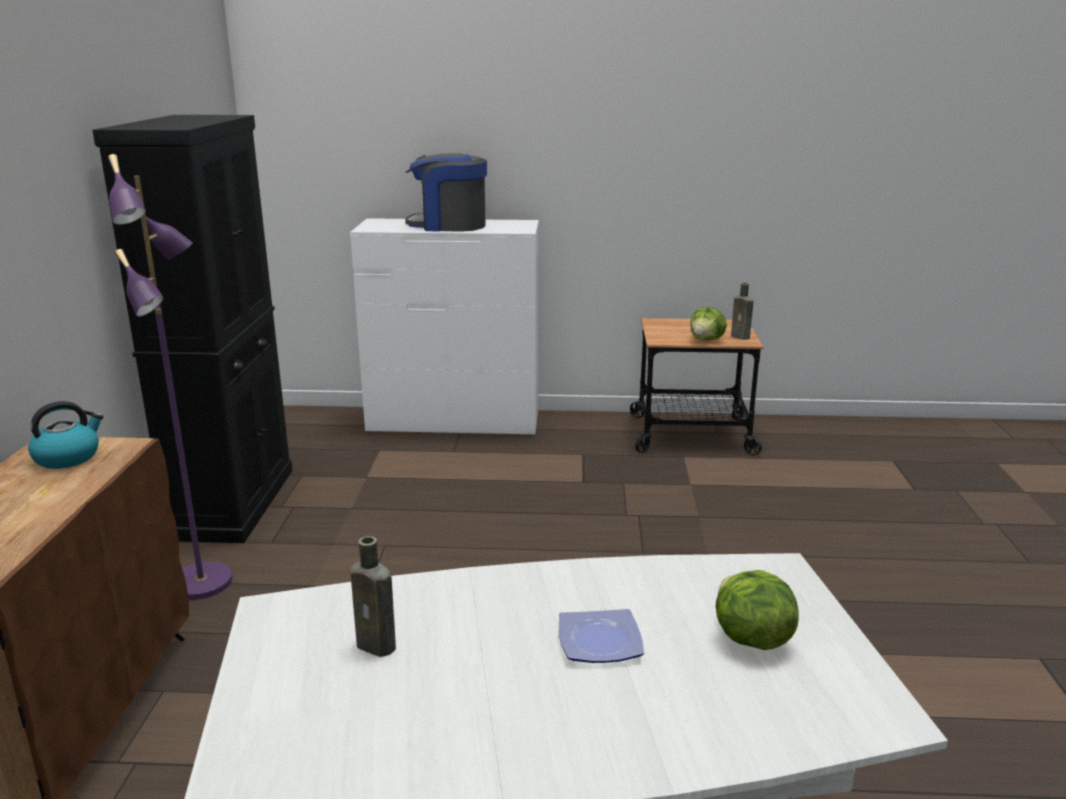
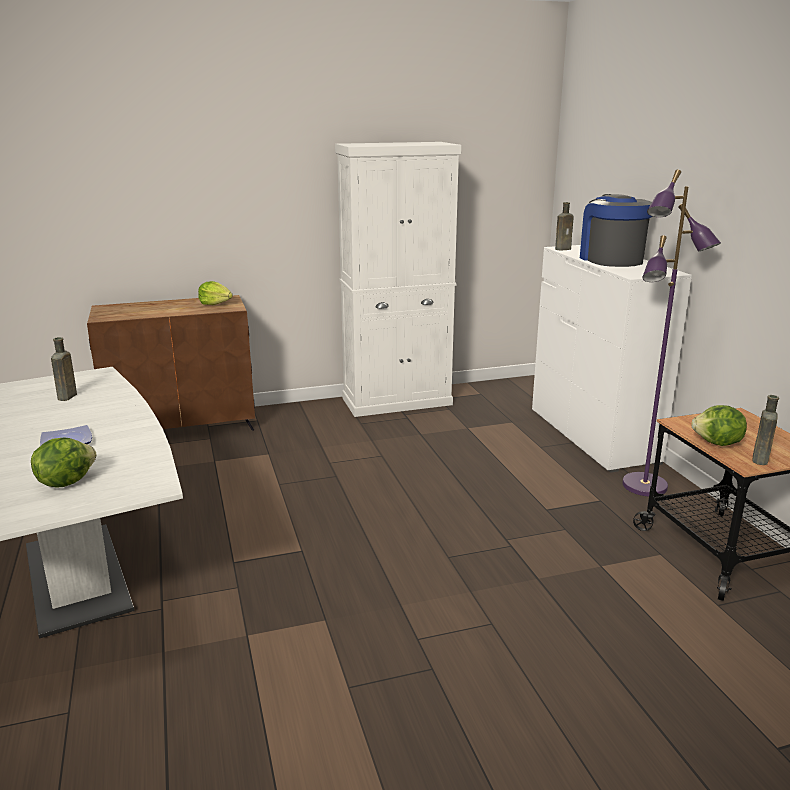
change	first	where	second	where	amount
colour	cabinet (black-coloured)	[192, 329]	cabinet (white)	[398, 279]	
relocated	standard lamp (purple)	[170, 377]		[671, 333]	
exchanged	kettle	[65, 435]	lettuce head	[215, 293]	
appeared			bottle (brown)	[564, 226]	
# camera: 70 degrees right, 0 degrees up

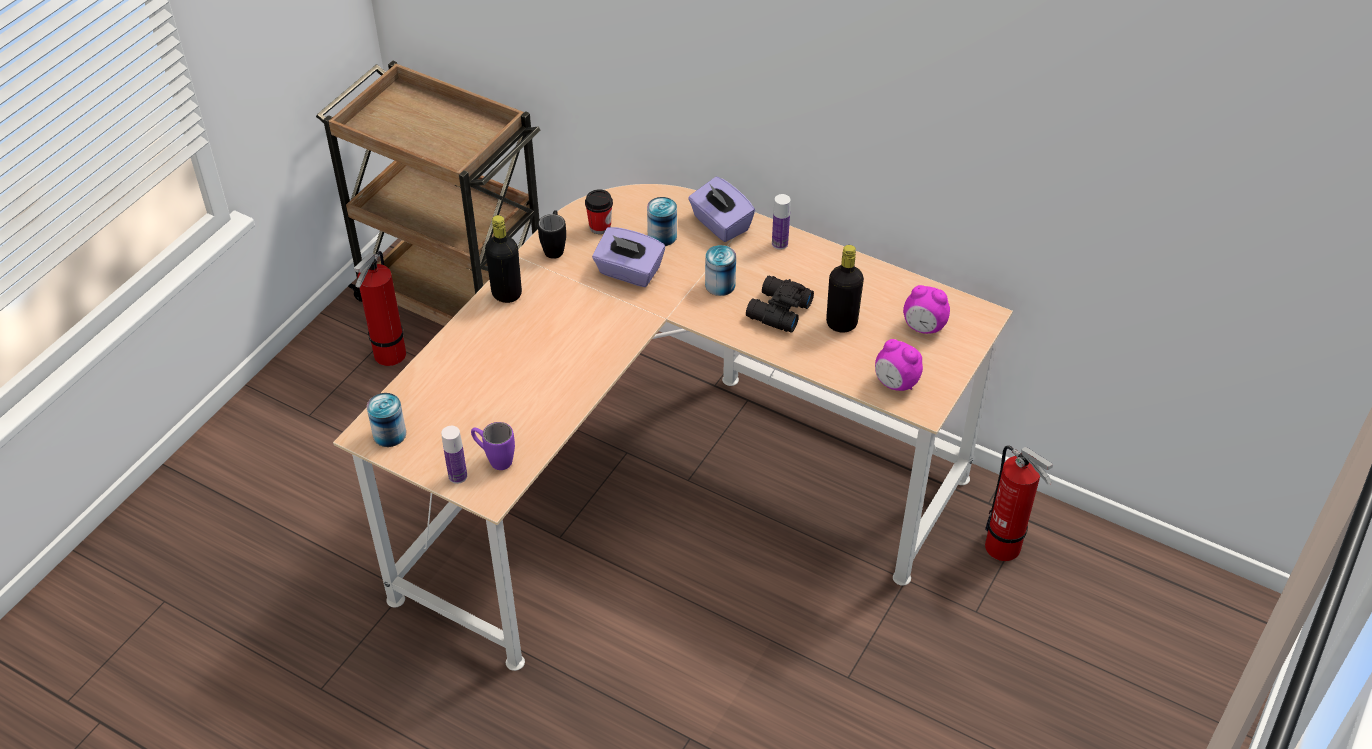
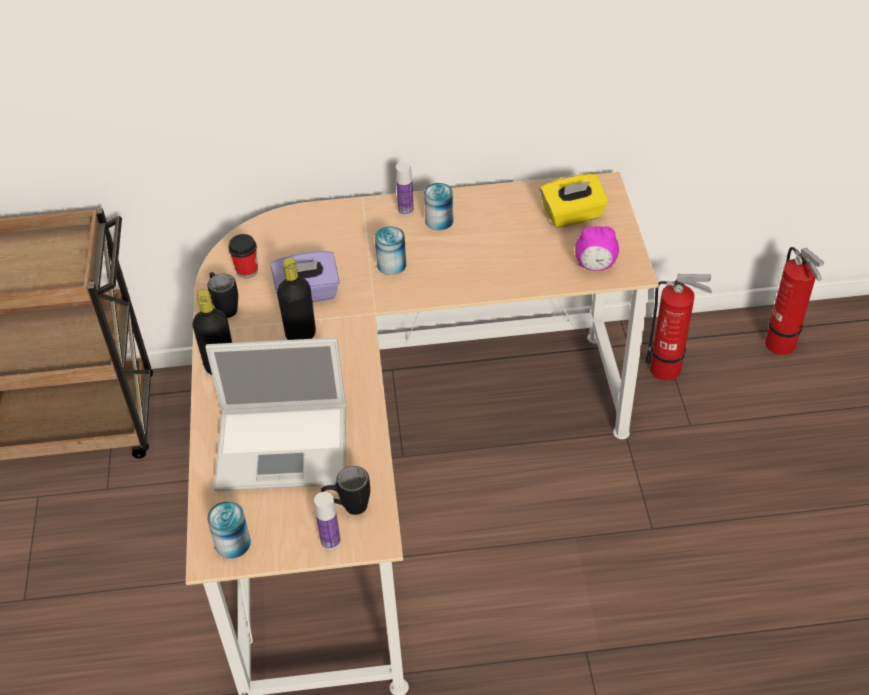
change	first	where	second	where	amount
missing	box of tissues (purple)	[721, 209]			
relocated	can	[662, 221]		[438, 206]	
relocated	bottle (black-coloured)	[845, 288]		[296, 298]	
relocated	fire-fighting cylinder	[380, 308]		[794, 301]	
missing	field glasses (black-coloured)	[780, 304]			
exchanged	bedside clock	[926, 309]	box of tissues (yellow-coloured)	[574, 201]	
colour	mug (purple)	[493, 446]	mug (black-coloured)	[345, 490]	
appeared			portable computer	[275, 414]	
# camera: 35 degrees left, 0 degrees up

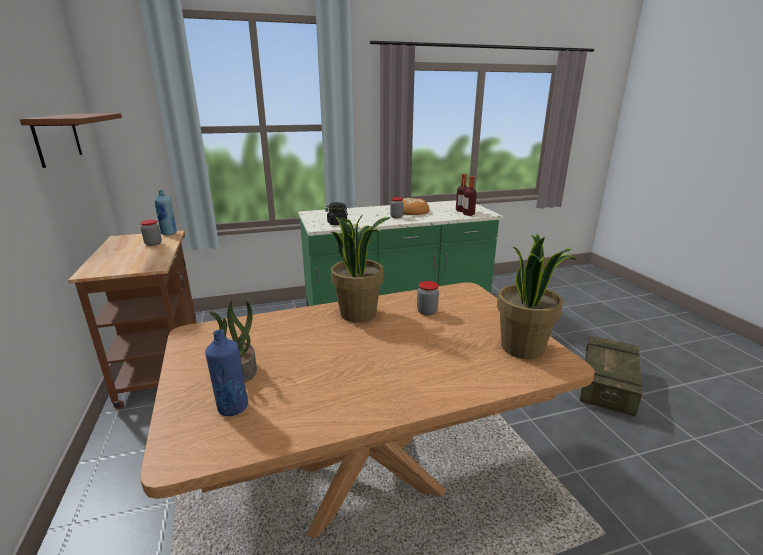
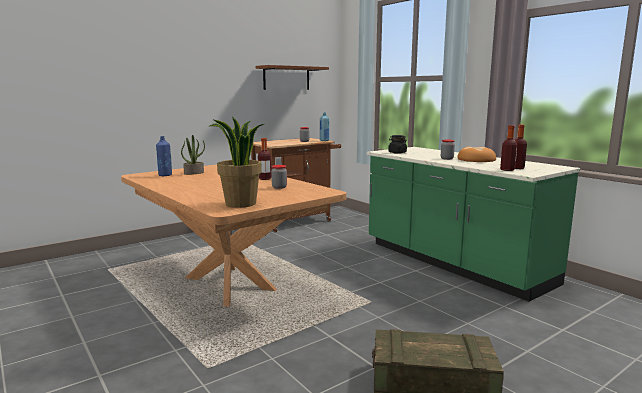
change	first	where	second	where	amount
exchanged	houseplant	[361, 268]	bottle	[265, 159]	
# camera: 70 degrees right, 10 degrees down

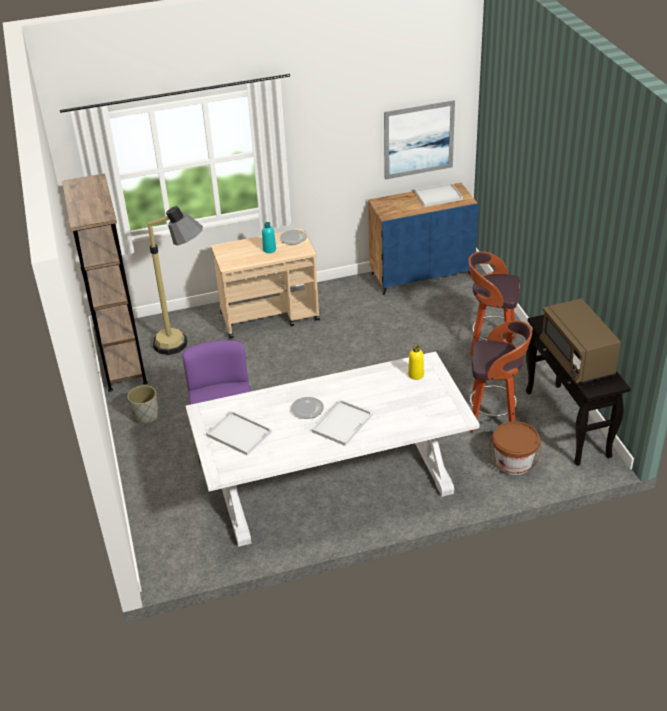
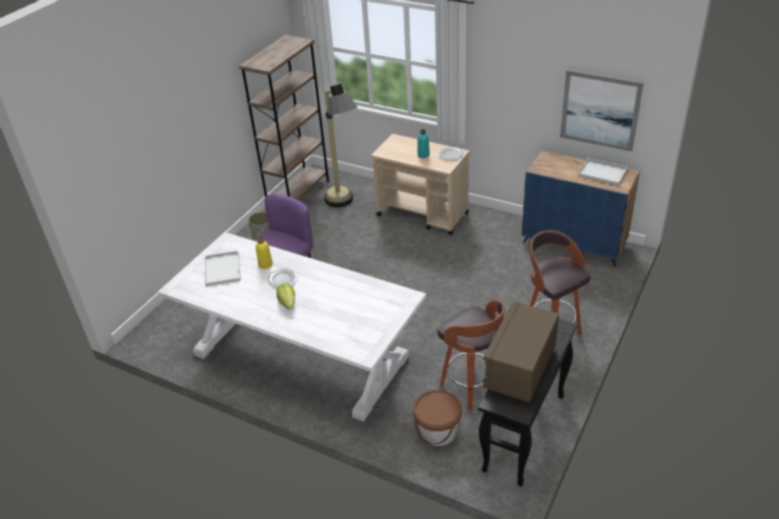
change	first	where	second	where	amount
relocated	bottle (yellow-coloured)	[416, 362]		[264, 253]	
exchanged	serving tray (white)	[342, 422]	lettuce head	[285, 296]	
# camera: 45 degrees right, 0 degrees up

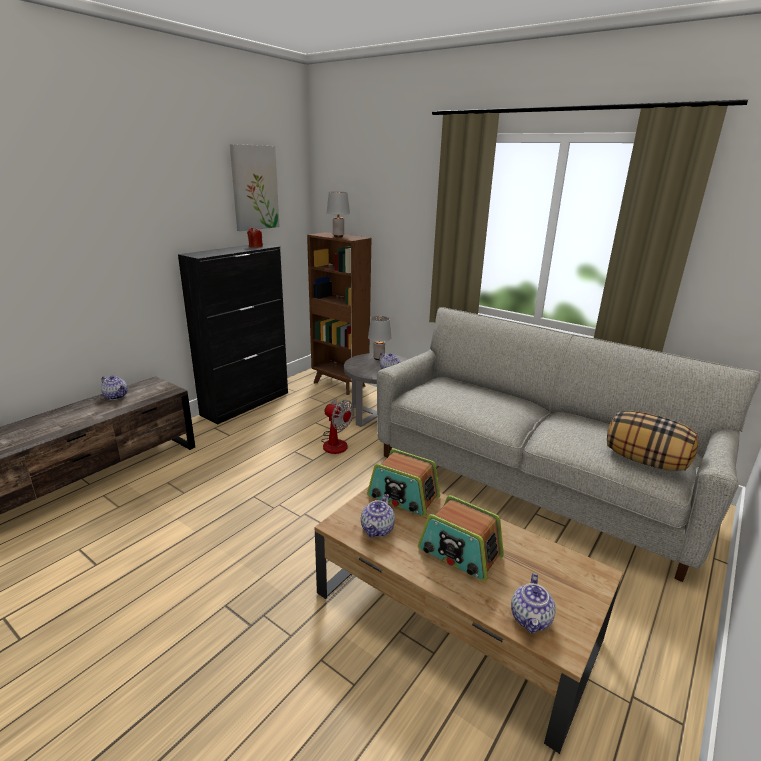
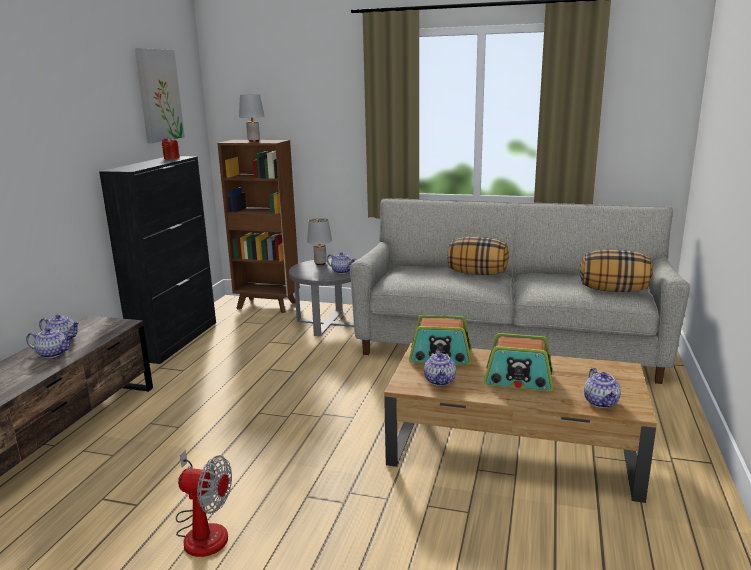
change	first	where	second	where	amount
relocated	fan	[337, 426]		[204, 503]	
appeared			throw pillow	[478, 256]	
appeared			pot for tea	[49, 342]	
# camera: 20 degrees left, 5 degrees down

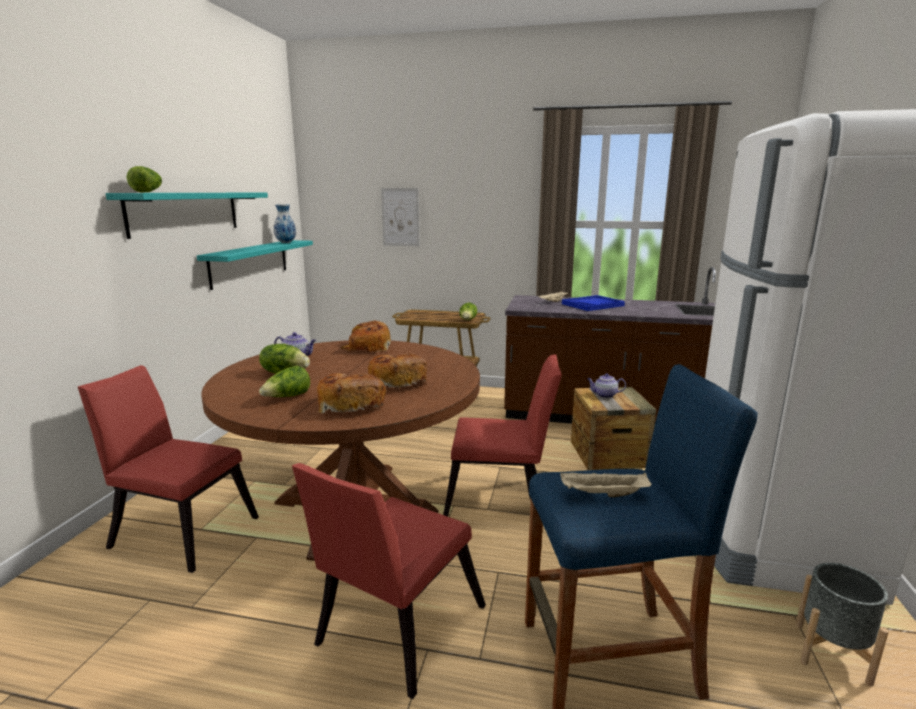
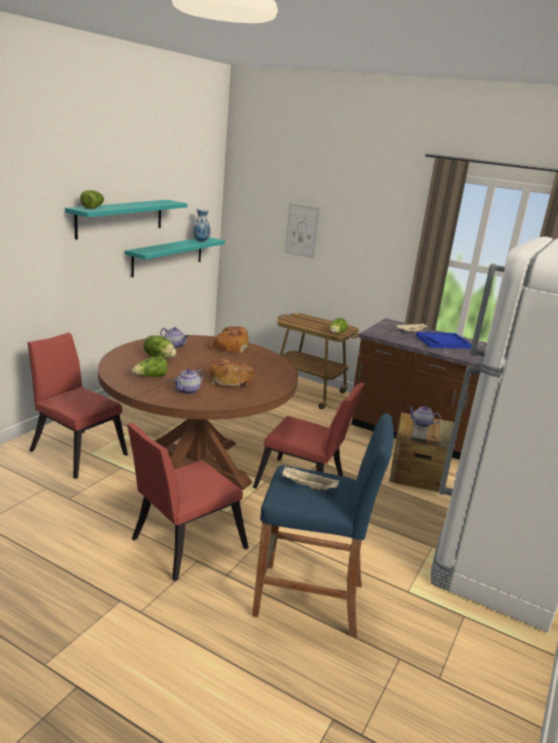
change	first	where	second	where	amount
exchanged	bread	[352, 393]	pot for tea	[188, 381]	
missing	plant pot (greyish)	[842, 625]			
# camera: 15 degrees right, 5 degrees up

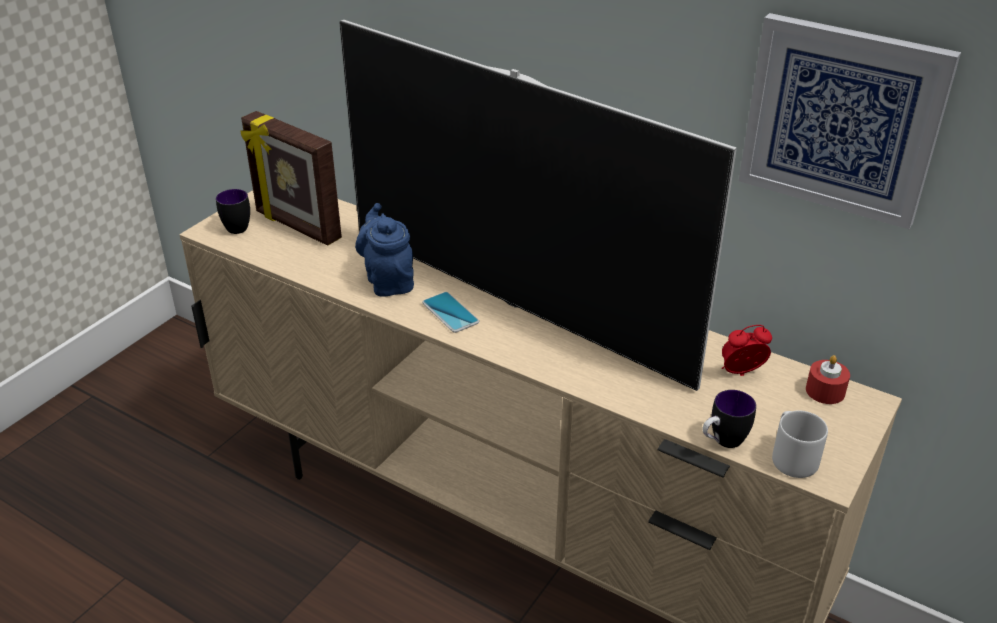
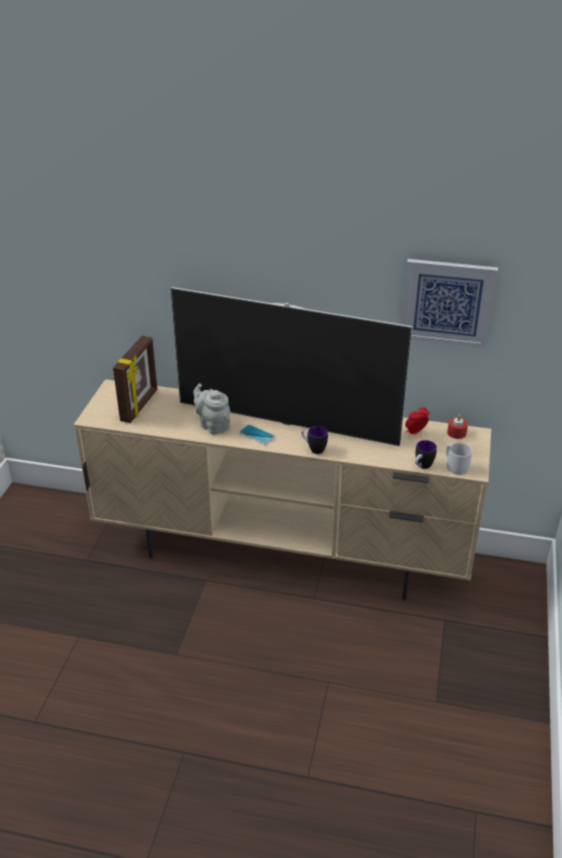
change	first	where	second	where	amount
spun	picture frame	[291, 178]		[135, 379]	90 degrees counterclockwise
relocated	mug	[233, 211]		[314, 440]	
colour	pot for tea (bluish)	[384, 250]	pot for tea (greyish)	[211, 408]	
# camera: 20 degrees left, 0 degrees up

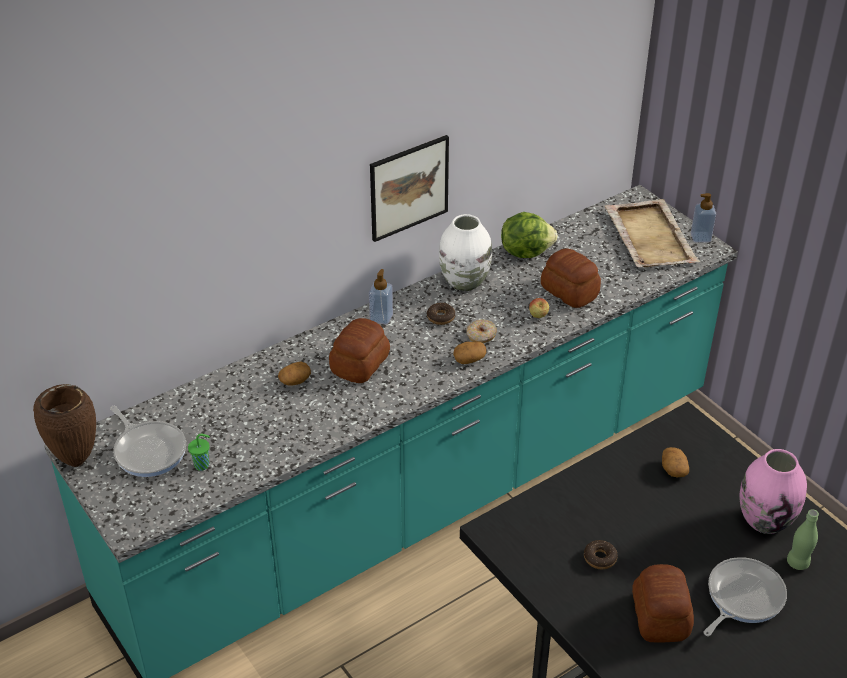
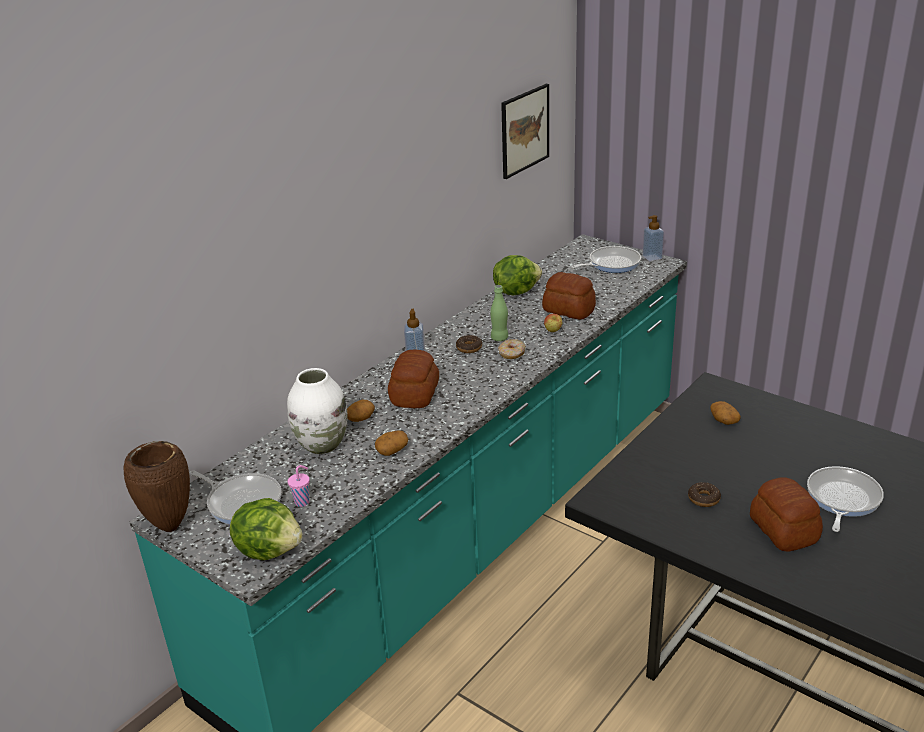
change	first	where	second	where	amount
relocated	wall art	[409, 188]		[525, 131]	
exchanged	serving tray (beige)	[652, 233]	frying pan	[606, 259]	
relocated	decorative vase (white)	[465, 252]		[317, 411]	
relocated	whole potato	[469, 353]		[392, 443]	
colour	drinking cup (greenish)	[199, 452]	drinking cup (pink-coloured)	[299, 486]	
missing	decorative vase (pink-coloured)	[773, 491]			
relocated	bottle (greenish)	[803, 539]		[499, 313]	
appeared			lettuce head	[266, 529]	
# camera: 15 degrees left, 10 degrees down

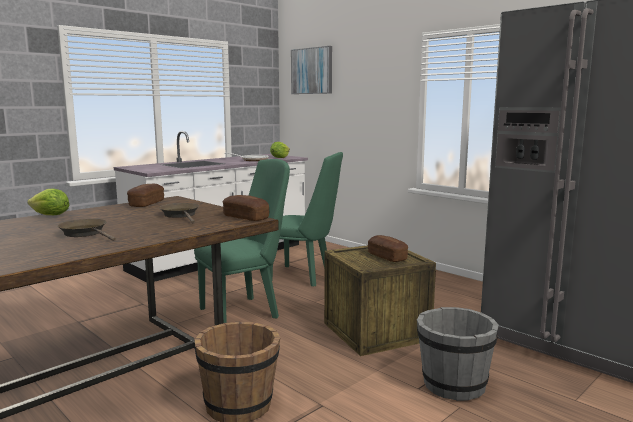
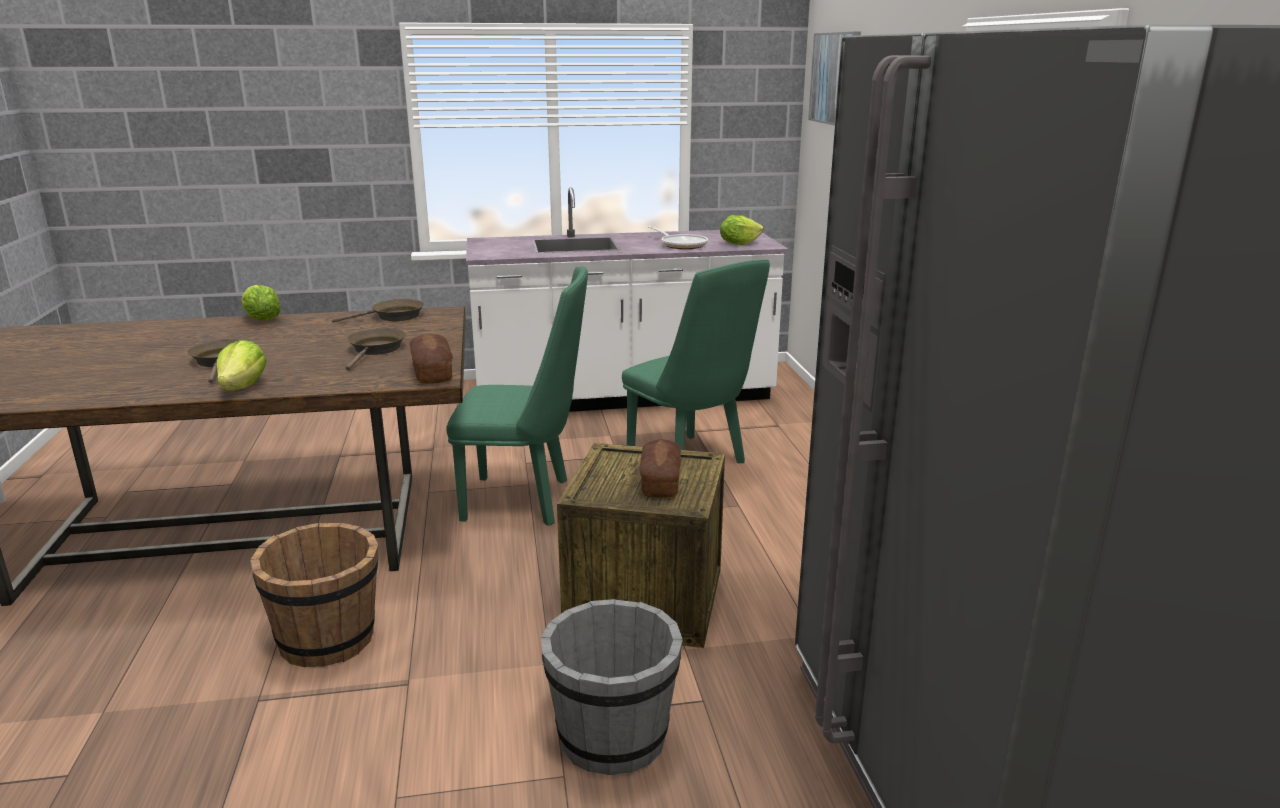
change	first	where	second	where	amount
exchanged	bread	[145, 195]	frying pan (brown)	[378, 311]	
appeared			lettuce head	[242, 365]	
# camera: 35 degrees right, 10 degrees up

